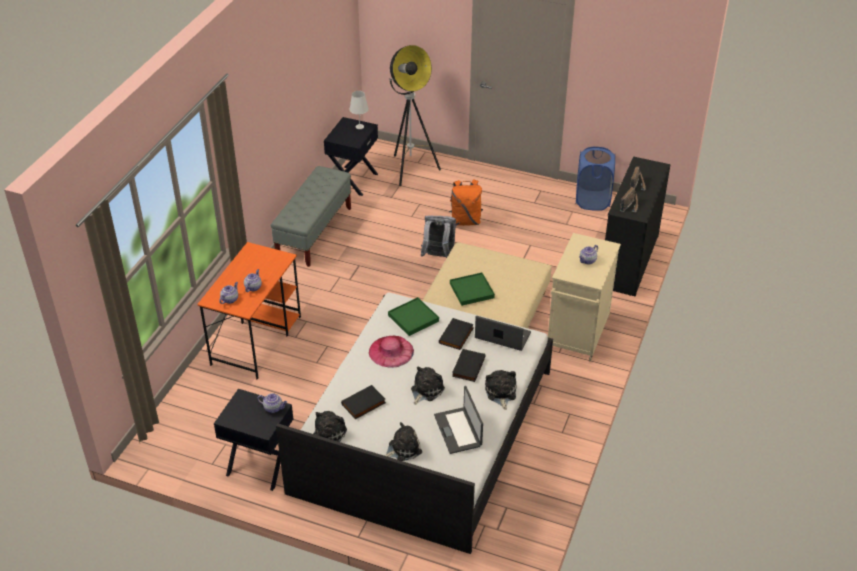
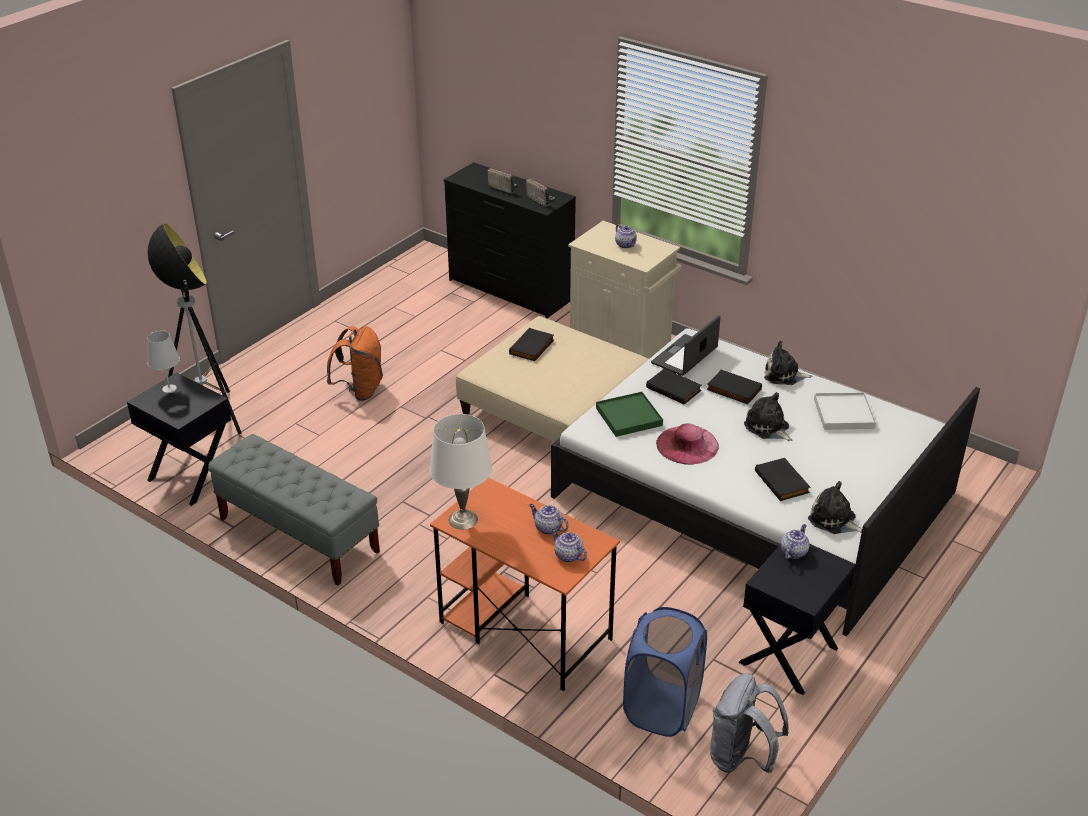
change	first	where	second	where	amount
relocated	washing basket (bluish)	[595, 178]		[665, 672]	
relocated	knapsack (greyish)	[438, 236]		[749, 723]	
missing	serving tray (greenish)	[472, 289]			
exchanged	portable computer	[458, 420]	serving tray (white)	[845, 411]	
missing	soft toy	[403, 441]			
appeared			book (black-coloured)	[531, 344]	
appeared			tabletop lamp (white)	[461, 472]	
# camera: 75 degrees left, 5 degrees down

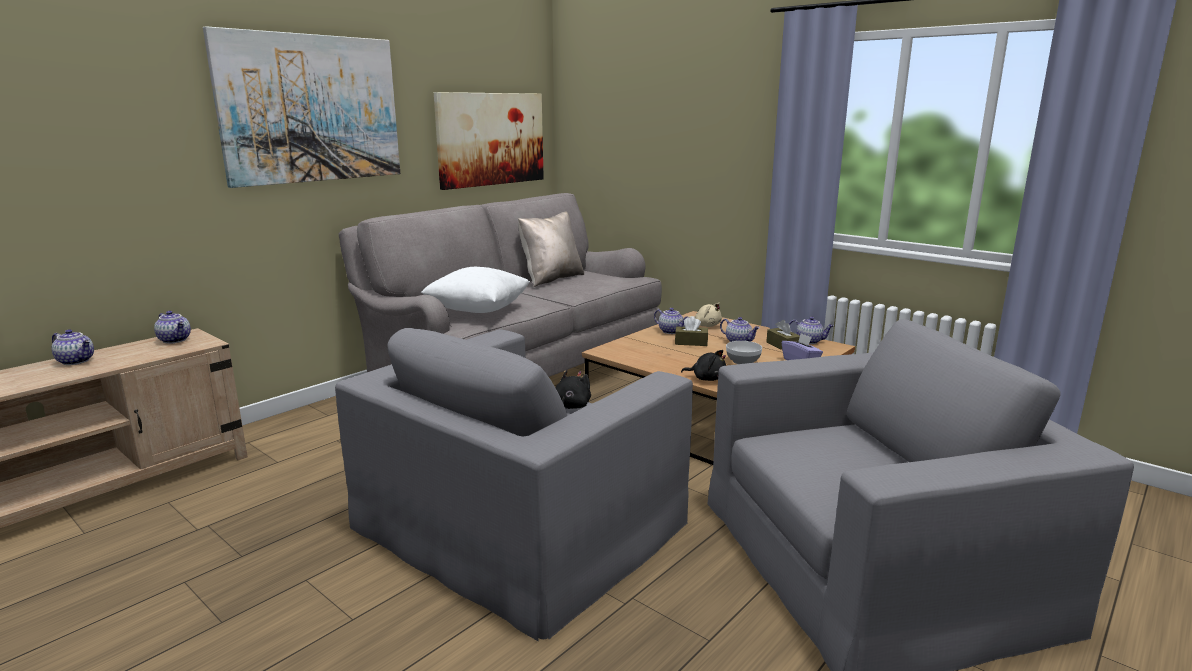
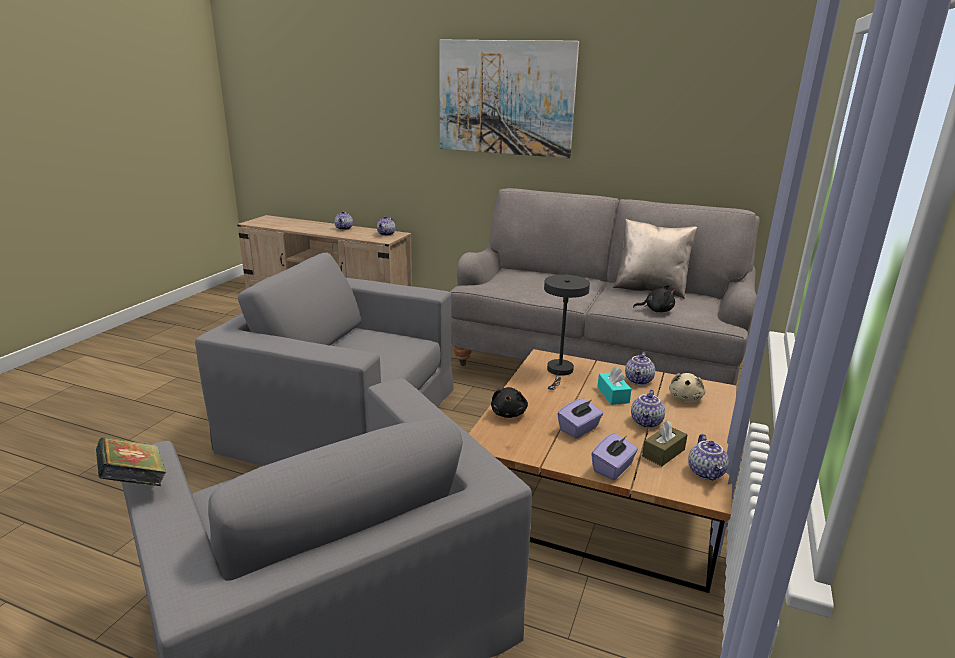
change	first	where	second	where	amount
missing	wall art	[489, 141]			
missing	throw pillow (white)	[475, 290]			
colour	box of tissues (brown)	[691, 331]	box of tissues (turquoise)	[614, 385]	
exchanged	bowl	[744, 352]	box of tissues (purple)	[580, 418]	
relocated	soft toy (black-coloured)	[573, 389]		[654, 298]	
appeared			tabletop lamp (greyish)	[567, 332]	
appeared			book	[131, 461]	
# camera: 70 degrees right, 5 degrees up

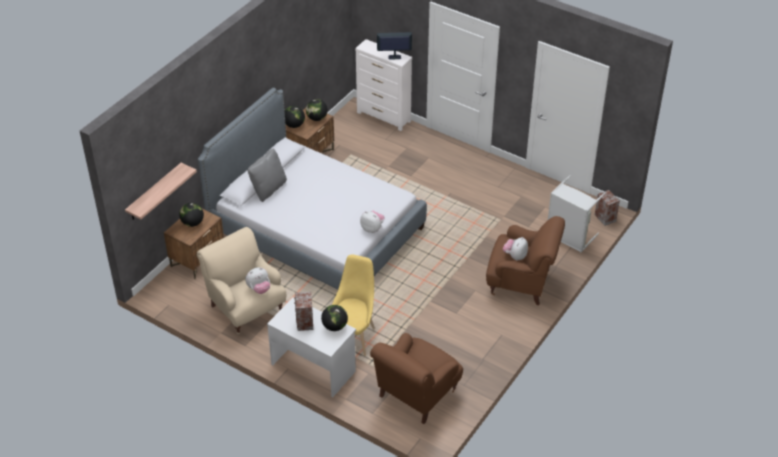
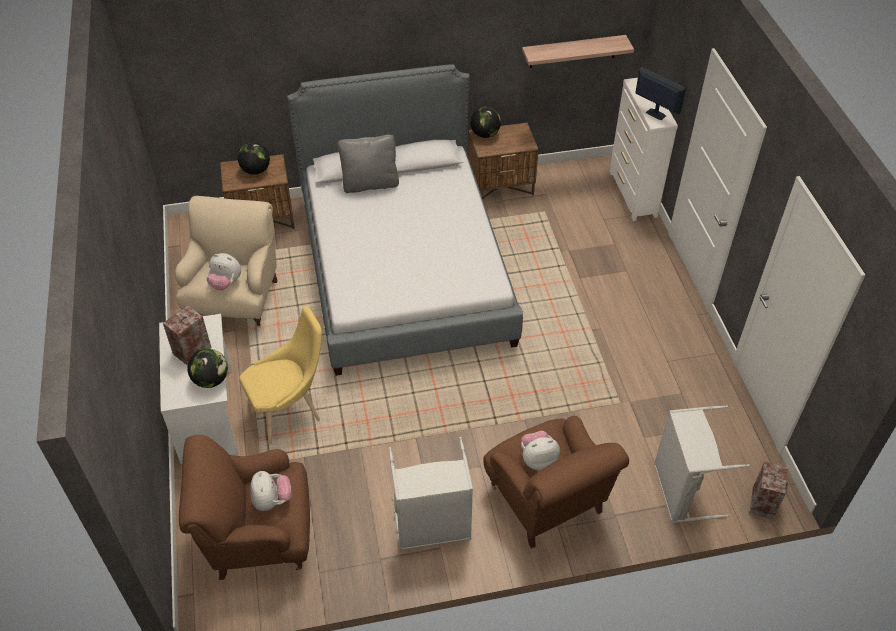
change	first	where	second	where	amount
missing	world globe	[317, 110]			
relocated	shelf	[161, 191]		[578, 51]	
relocated	soft toy	[372, 222]		[271, 491]	
appeared			washing basket (greyish)	[431, 493]	
# camera: 45 degrees right, 5 degrees up

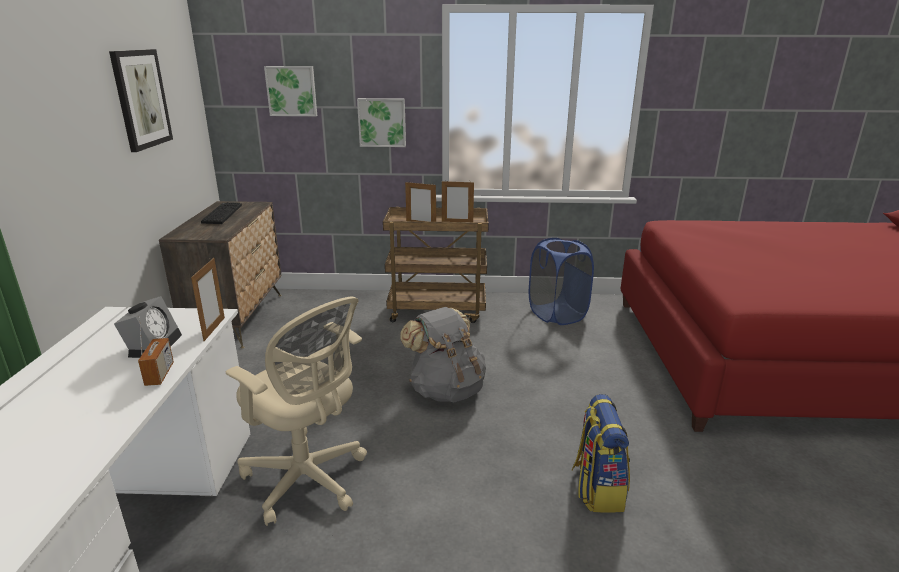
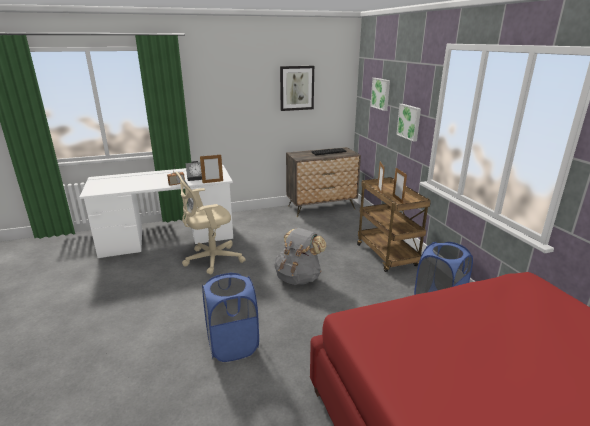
change	first	where	second	where	amount
spun	computer chair (beige)	[296, 411]		[210, 223]	45 degrees clockwise
exchanged	knapsack	[601, 453]	washing basket (bluish)	[230, 317]	
# camera: 70 degrees right, 0 degrees up

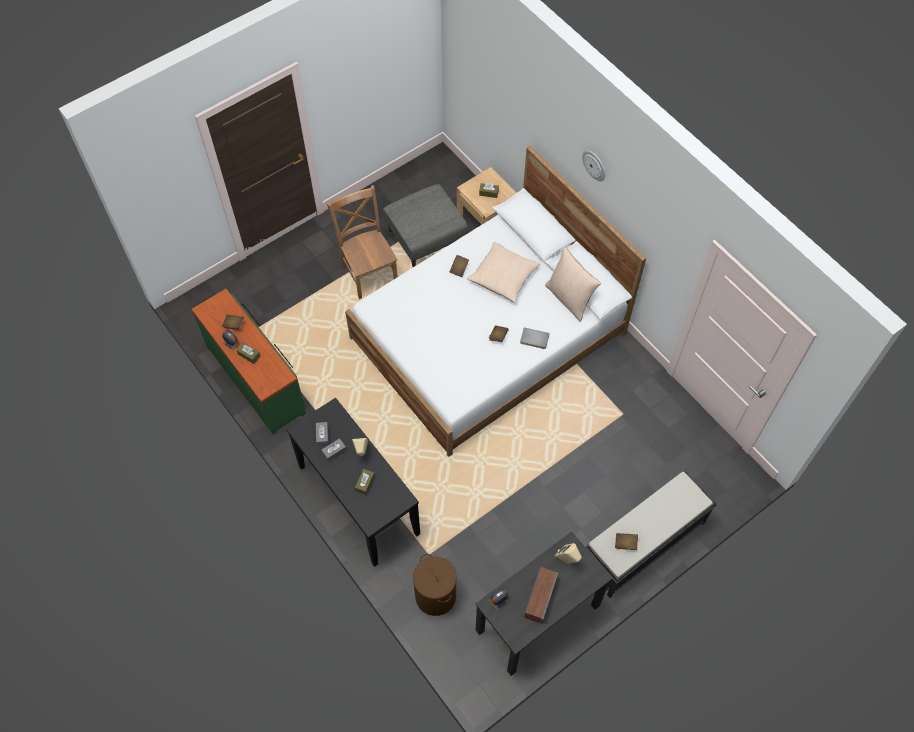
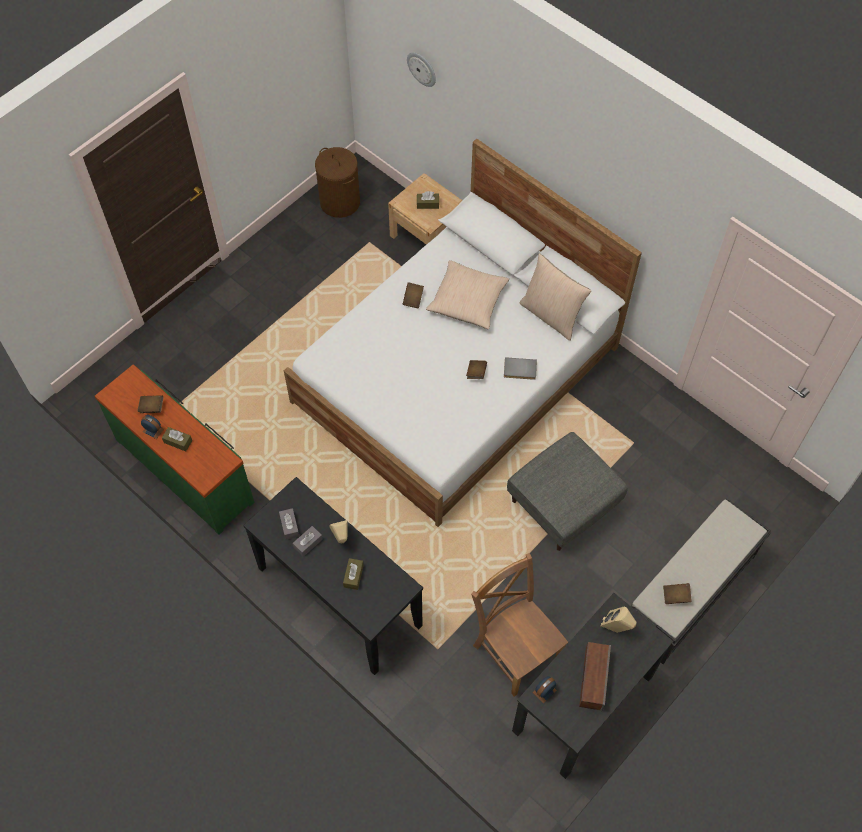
change	first	where	second	where	amount
relocated	hanging clock	[593, 165]		[421, 69]	
relocated	ottoman (greyish)	[425, 225]		[567, 491]	
relocated	upright chair (brown)	[362, 242]		[519, 625]	
relocated	washing basket (brown)	[435, 585]		[337, 182]	
# camera: 10 degrees left, 0 degrees up

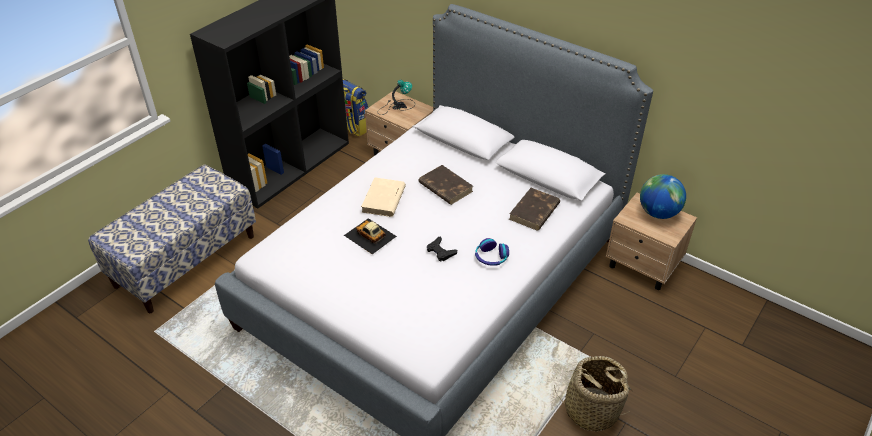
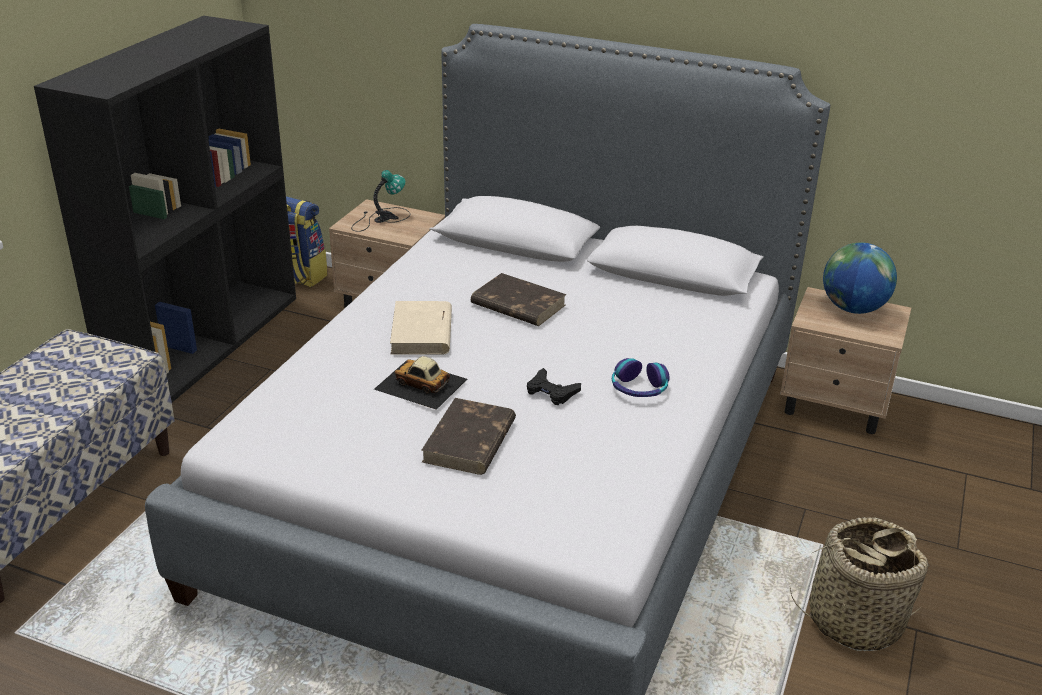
change	first	where	second	where	amount
relocated	book (brown)	[534, 209]		[468, 436]	
# camera: 15 degrees left, 10 degrees down

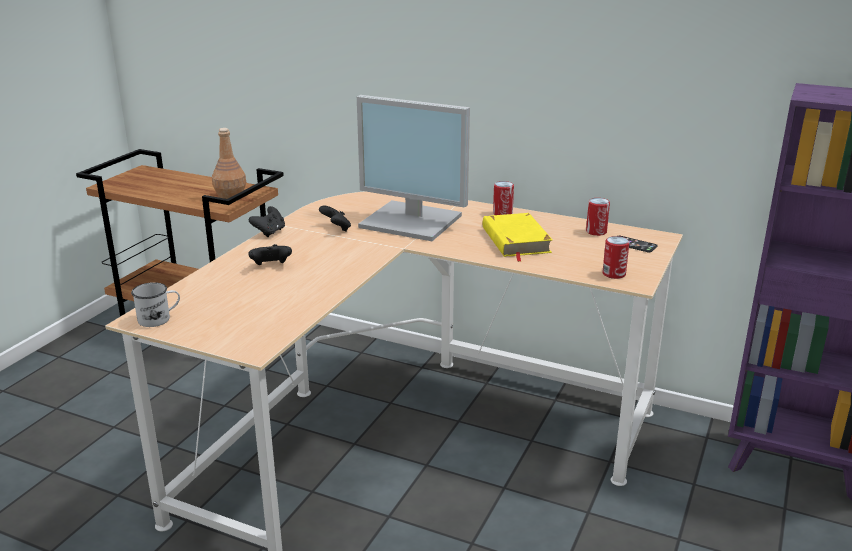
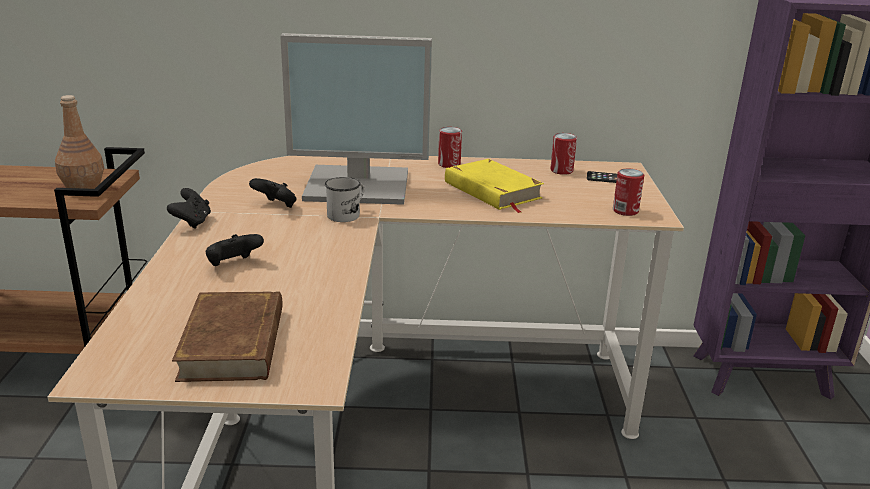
change	first	where	second	where	amount
relocated	mug (white)	[155, 304]		[344, 199]	
appeared			book (brown)	[227, 336]	
# camera: 25 degrees left, 0 degrees up

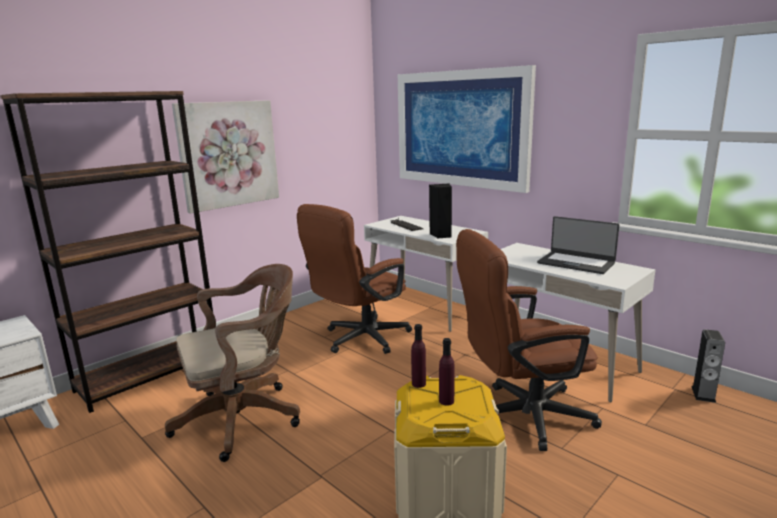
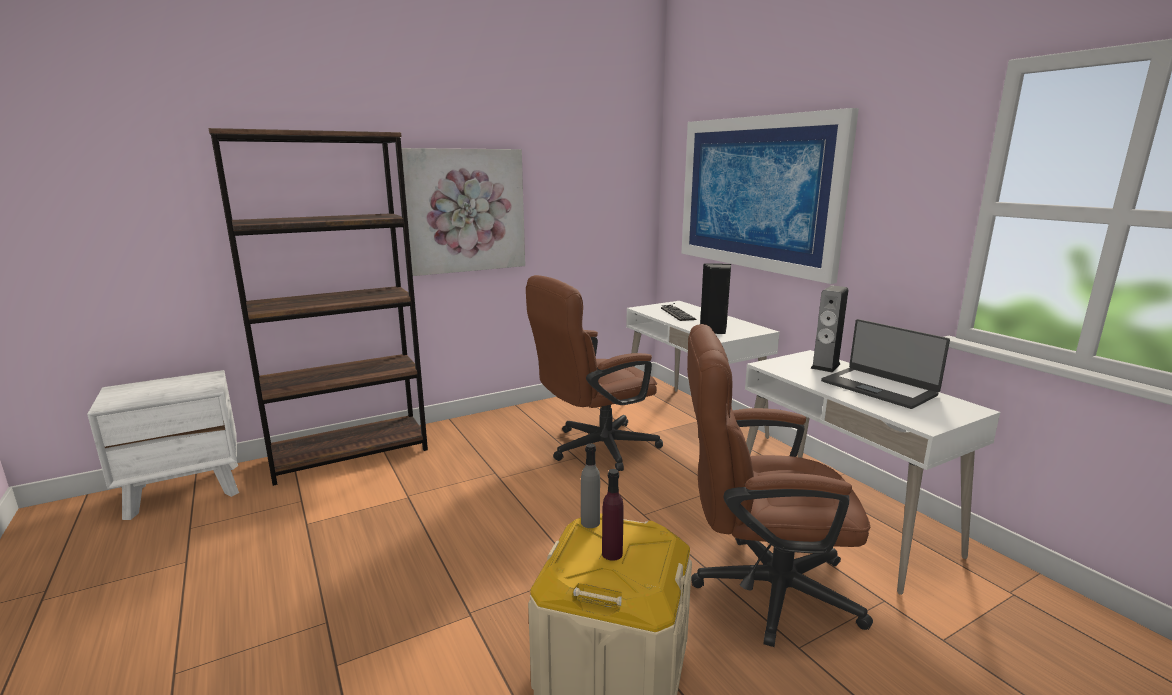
change	first	where	second	where	amount
missing	computer chair (brown)	[232, 363]			
colour	bottle (purple)	[418, 356]	bottle (greyish)	[590, 485]	
relocated	loudspeaker	[708, 366]		[829, 329]	
# camera: 15 degrees right, 0 degrees up

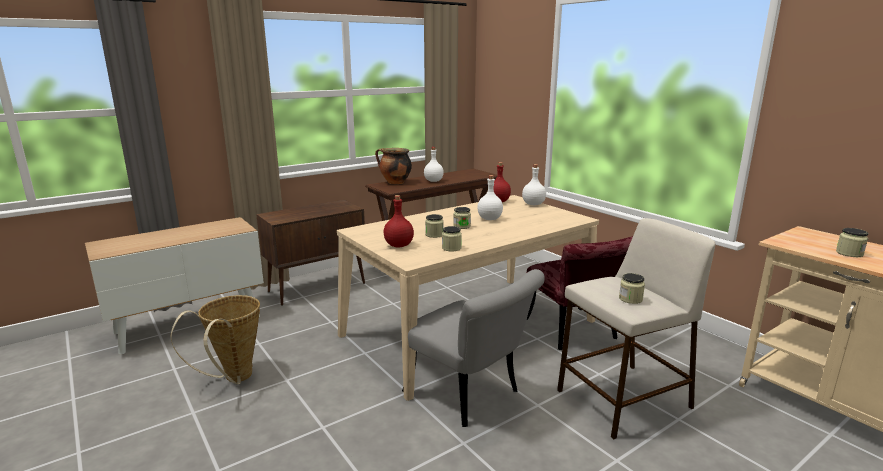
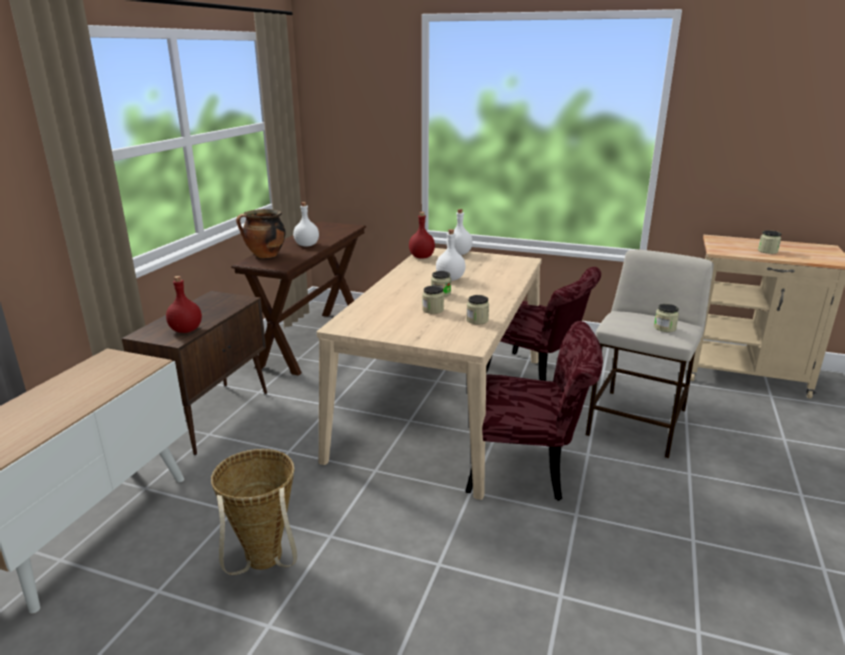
change	first	where	second	where	amount
relocated	bottle (reddish)	[399, 221]		[184, 304]	
colour	upright chair (greyish)	[473, 348]	upright chair (reddish)	[534, 411]	
# camera: 35 degrees left, 5 degrees up

